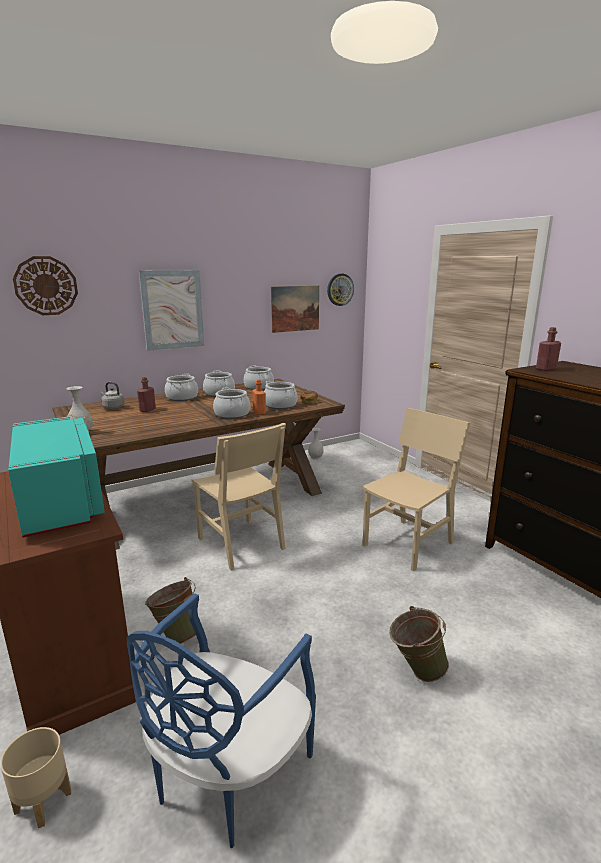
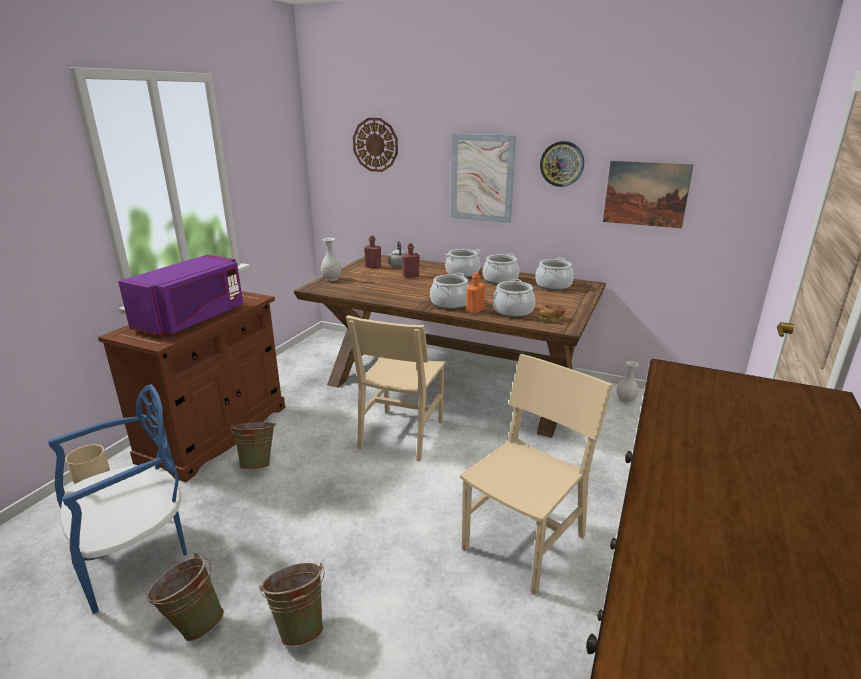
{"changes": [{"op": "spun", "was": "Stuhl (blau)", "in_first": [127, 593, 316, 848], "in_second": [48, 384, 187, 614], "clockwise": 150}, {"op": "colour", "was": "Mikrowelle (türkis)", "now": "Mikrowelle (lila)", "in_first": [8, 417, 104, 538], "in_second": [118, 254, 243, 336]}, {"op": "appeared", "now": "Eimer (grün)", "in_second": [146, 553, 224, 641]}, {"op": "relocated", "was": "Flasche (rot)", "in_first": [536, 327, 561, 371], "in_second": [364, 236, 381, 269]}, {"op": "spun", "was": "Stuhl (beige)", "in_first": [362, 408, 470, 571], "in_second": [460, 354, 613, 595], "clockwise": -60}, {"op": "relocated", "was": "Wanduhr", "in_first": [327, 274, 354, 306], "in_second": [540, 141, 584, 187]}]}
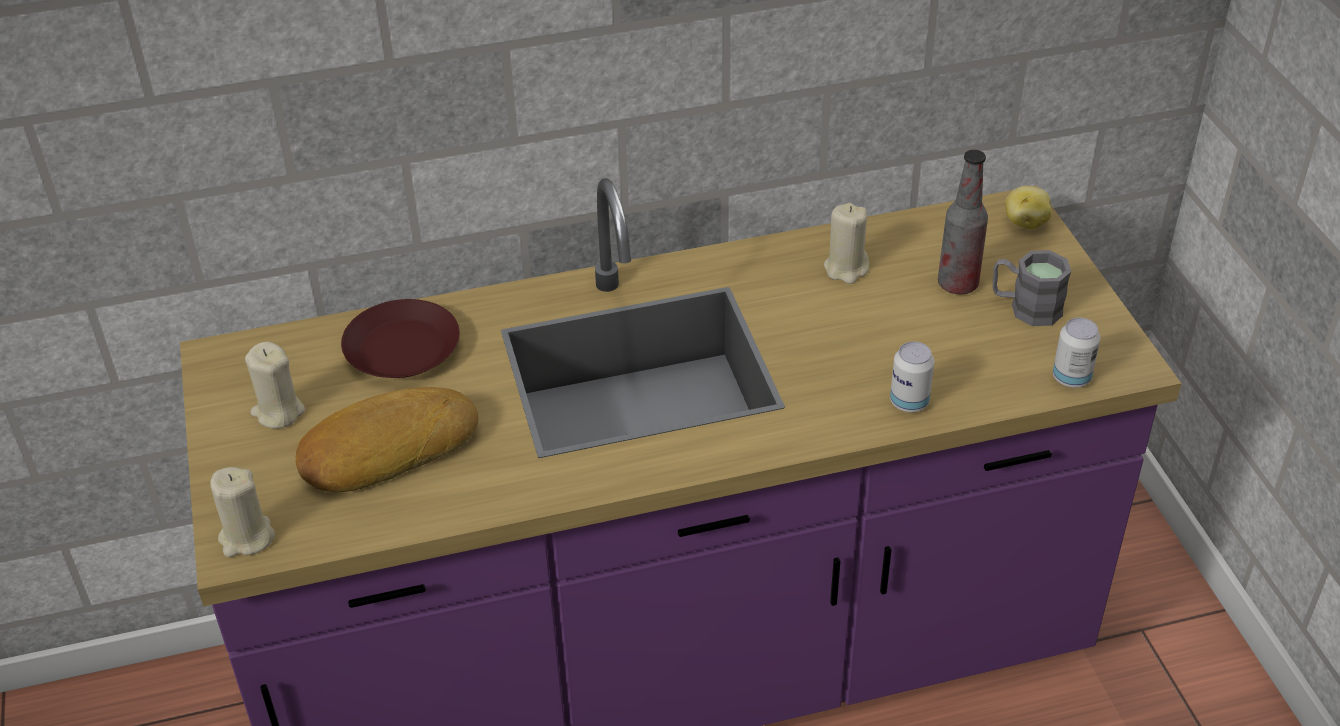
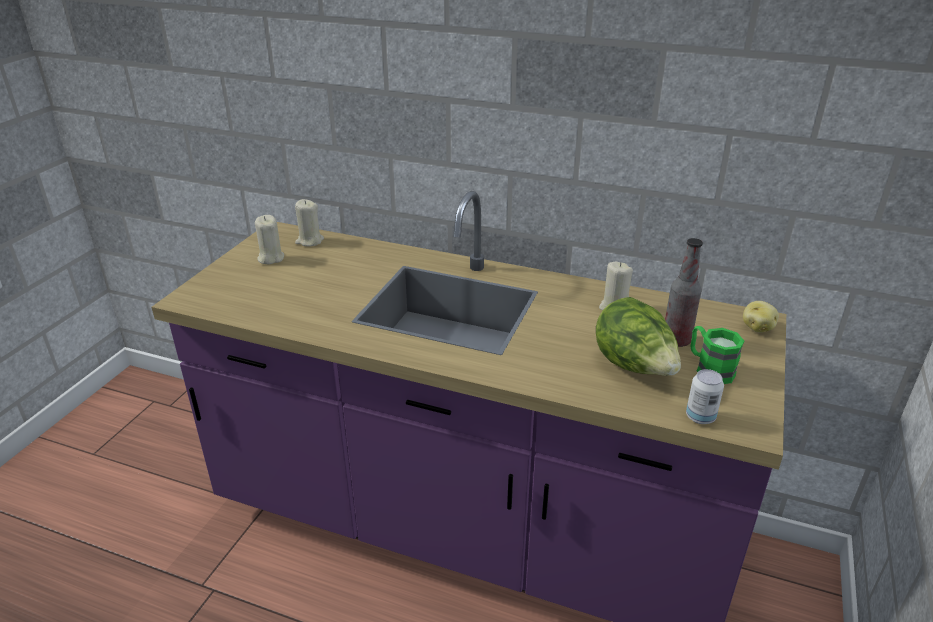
{"changes": [{"op": "relocated", "was": "Kerze (beige)", "in_first": [210, 467, 275, 557], "in_second": [295, 199, 324, 247]}, {"op": "appeared", "now": "Salatkopf", "in_second": [596, 297, 681, 376]}, {"op": "colour", "was": "Henkelbecher (grau)", "now": "Henkelbecher (grün)", "in_first": [993, 250, 1071, 326], "in_second": [691, 326, 744, 384]}, {"op": "missing", "was": "Brot", "in_first": [296, 387, 479, 492]}, {"op": "missing", "was": "Teller (braun)", "in_first": [341, 299, 460, 378]}, {"op": "missing", "was": "Dose", "in_first": [890, 342, 934, 412]}]}
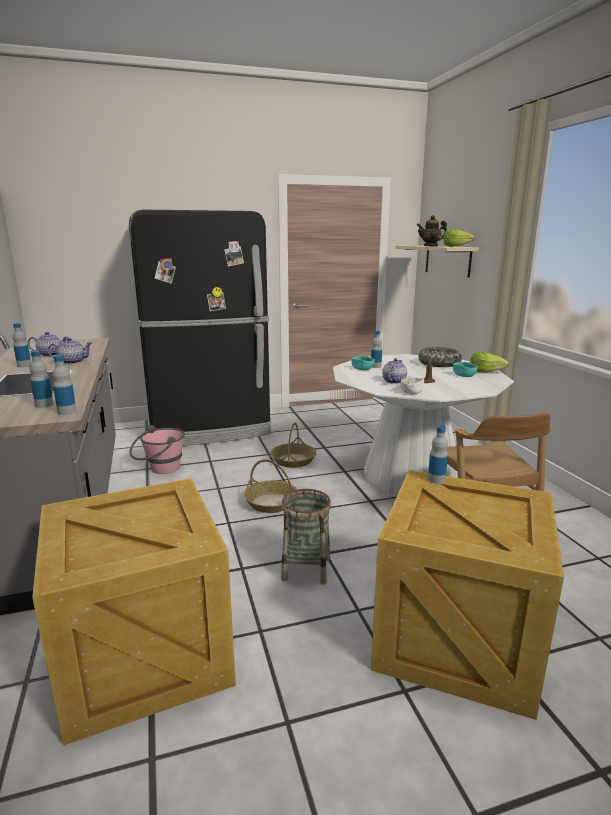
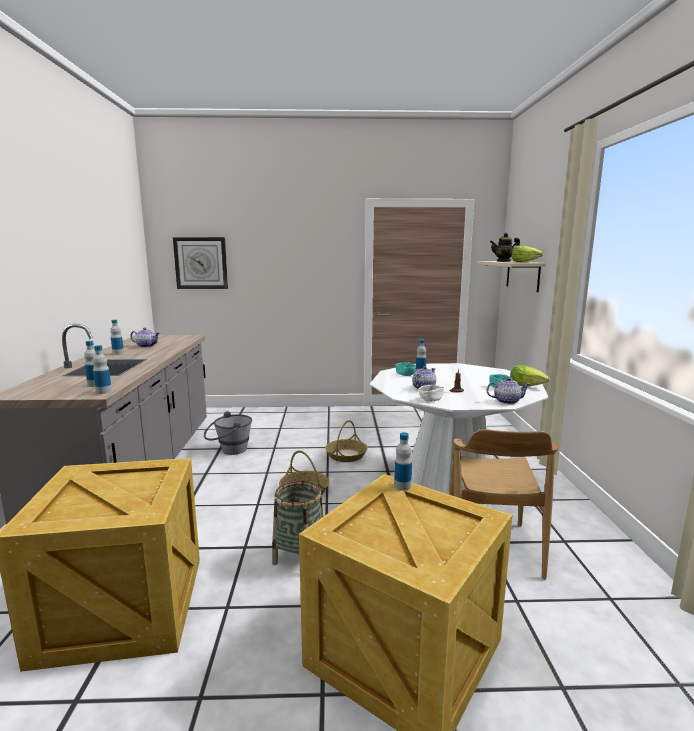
{"changes": [{"op": "appeared", "now": "Wanduhr", "in_second": [173, 237, 228, 289]}, {"op": "colour", "was": "Eimer (rosa)", "now": "Eimer (grau)", "in_first": [129, 425, 185, 474], "in_second": [204, 411, 252, 455]}, {"op": "relocated", "was": "Teekanne", "in_first": [48, 338, 92, 364], "in_second": [487, 377, 530, 404]}, {"op": "missing", "was": "Kühlschrank (schwarz)", "in_first": [129, 210, 272, 446]}, {"op": "missing", "was": "Schüssel", "in_first": [418, 347, 462, 367]}]}
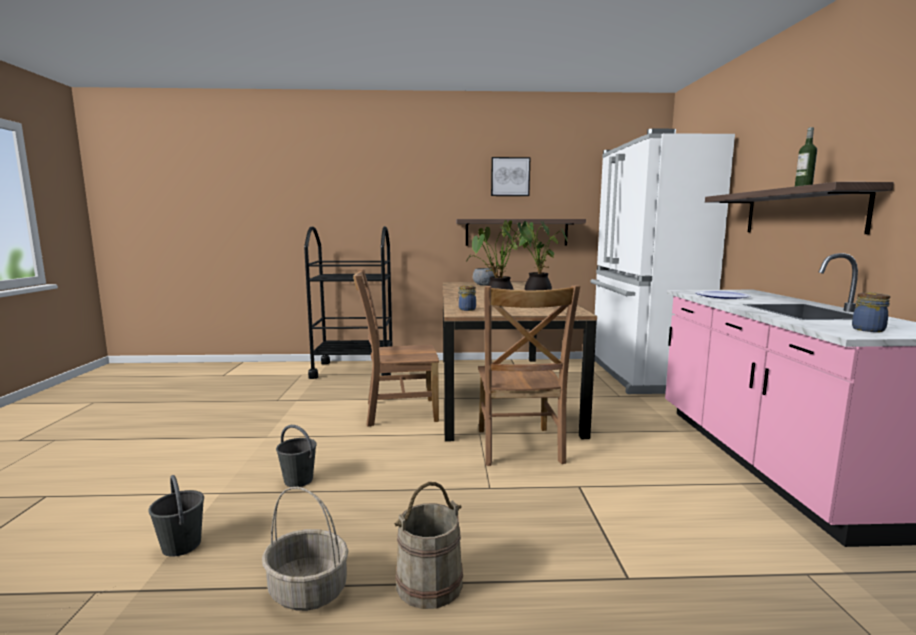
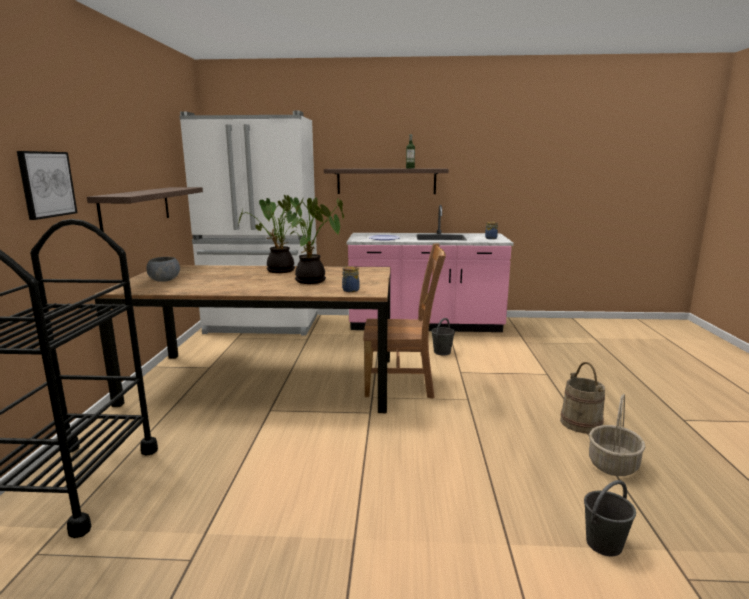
{"changes": [{"op": "relocated", "was": "Bild", "in_first": [491, 157, 530, 196], "in_second": [17, 151, 77, 220]}, {"op": "relocated", "was": "Eimer (grau)", "in_first": [276, 425, 317, 487], "in_second": [431, 318, 455, 355]}, {"op": "missing", "was": "Stuhl (braun)", "in_first": [353, 269, 439, 427]}]}
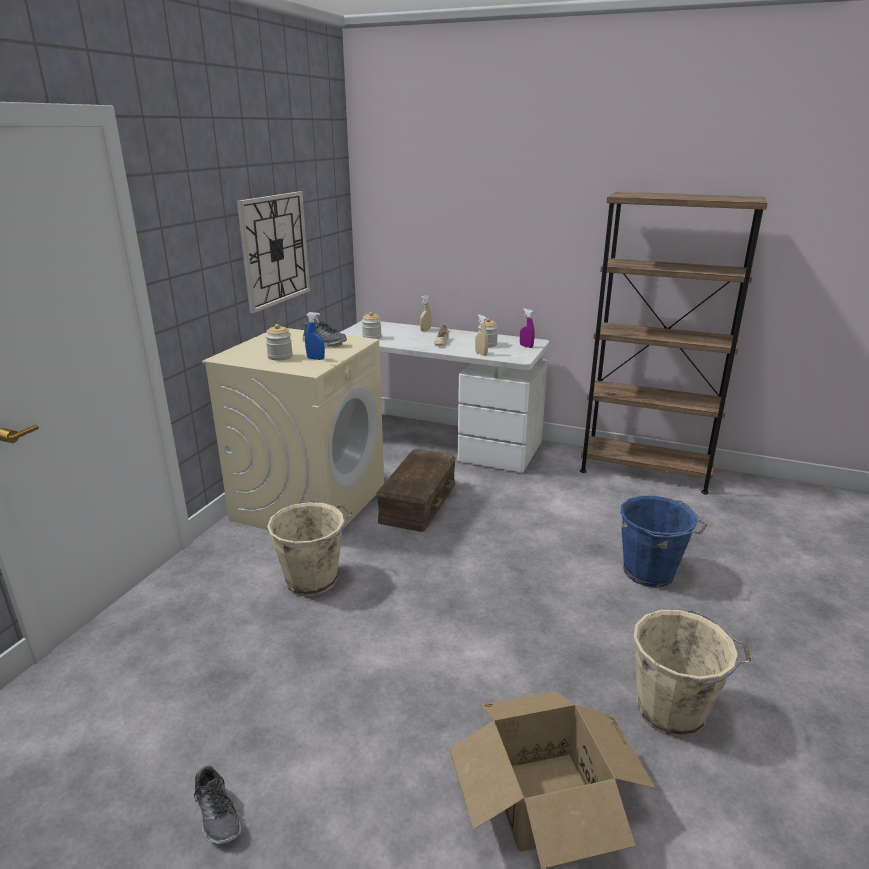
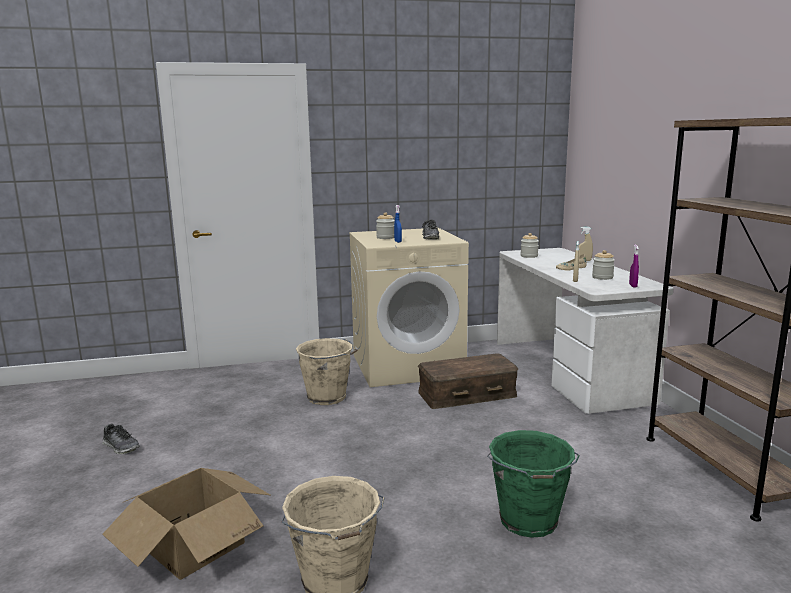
{"changes": [{"op": "spun", "was": "Schuh", "in_first": [194, 765, 241, 844], "in_second": [102, 424, 140, 454], "clockwise": -75}, {"op": "colour", "was": "Eimer (blau)", "now": "Eimer (grün)", "in_first": [620, 496, 707, 588], "in_second": [487, 430, 580, 538]}, {"op": "missing", "was": "Wanduhr", "in_first": [237, 191, 310, 313]}]}
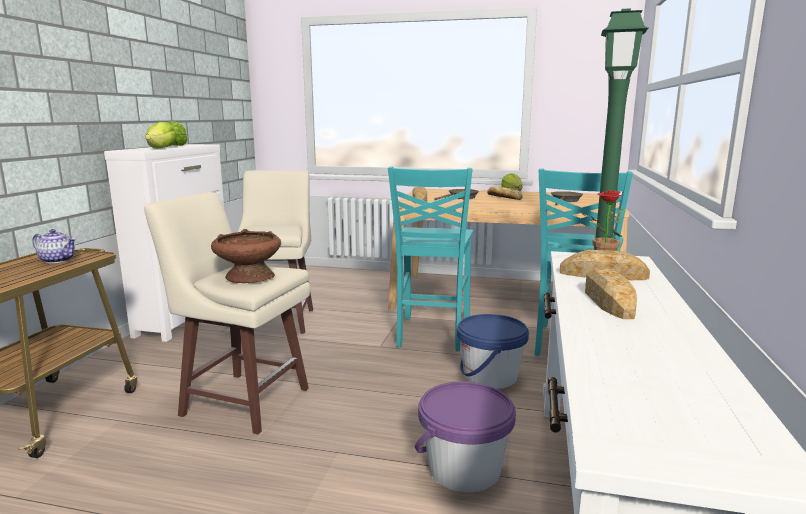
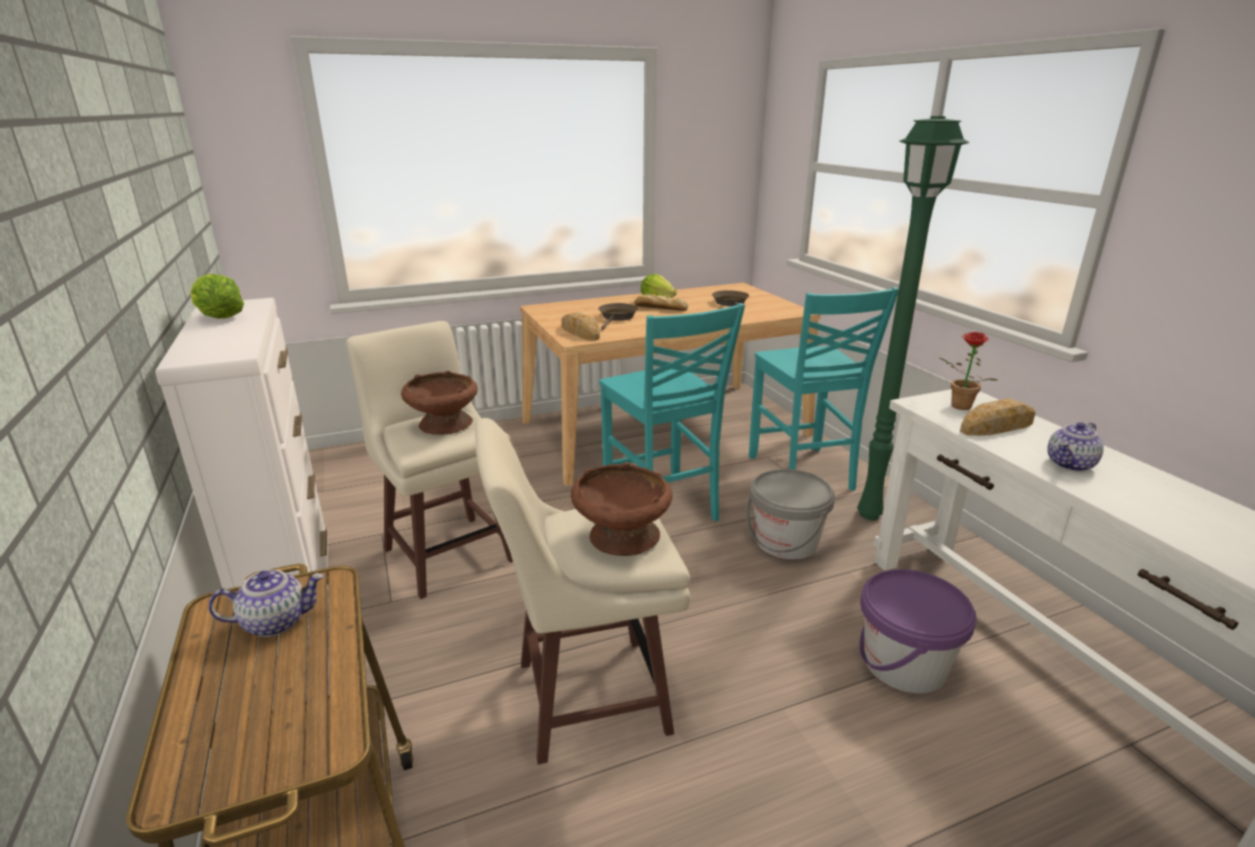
{"changes": [{"op": "appeared", "now": "Schüssel (braun)", "in_second": [401, 371, 478, 435]}, {"op": "colour", "was": "Eimer (blau)", "now": "Eimer (grau)", "in_first": [457, 314, 529, 389], "in_second": [746, 469, 835, 559]}, {"op": "exchanged", "was": "Brot", "now": "Teekanne", "in_first": [585, 269, 637, 319], "in_second": [1047, 422, 1104, 472]}, {"op": "missing", "was": "Salatkopf", "in_first": [145, 122, 177, 149]}]}
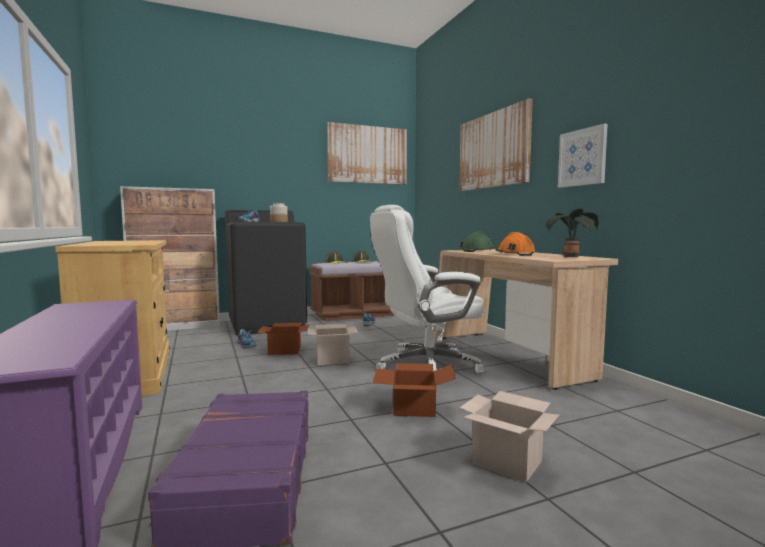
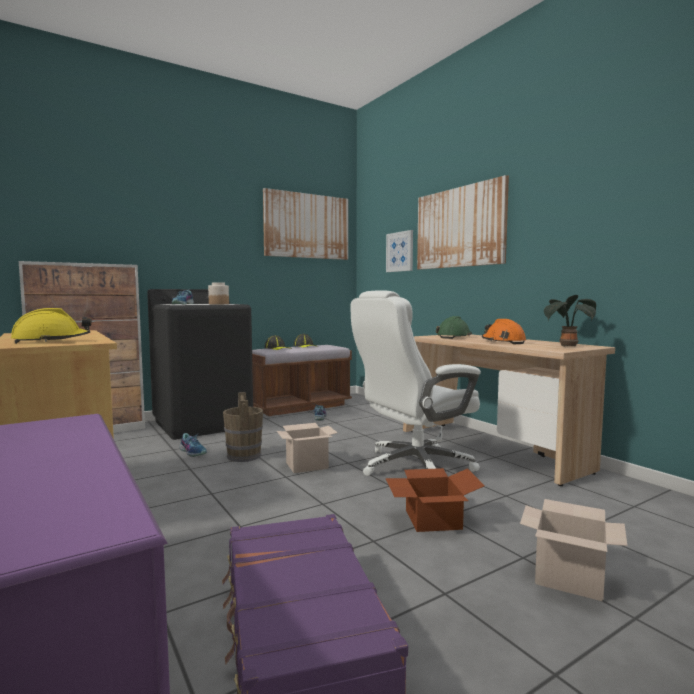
{"changes": [{"op": "appeared", "now": "Schutzhelm (gelb)", "in_second": [11, 308, 92, 344]}, {"op": "exchanged", "was": "Karton", "now": "Eimer (braun)", "in_first": [257, 323, 310, 355], "in_second": [223, 392, 263, 462]}, {"op": "relocated", "was": "Bild", "in_first": [558, 123, 608, 188], "in_second": [386, 230, 413, 272]}]}
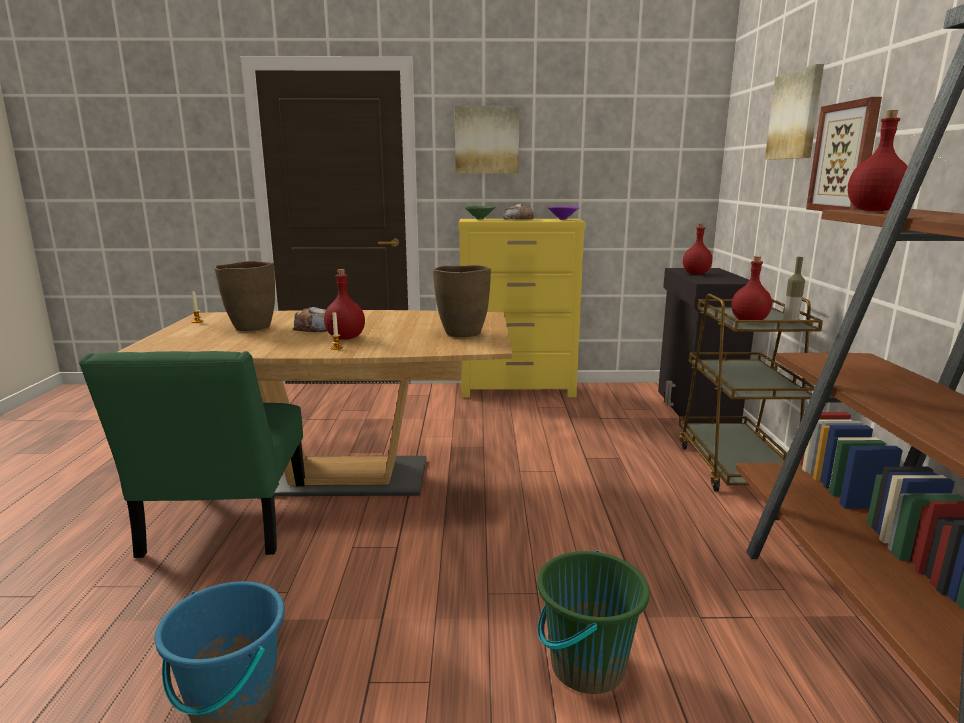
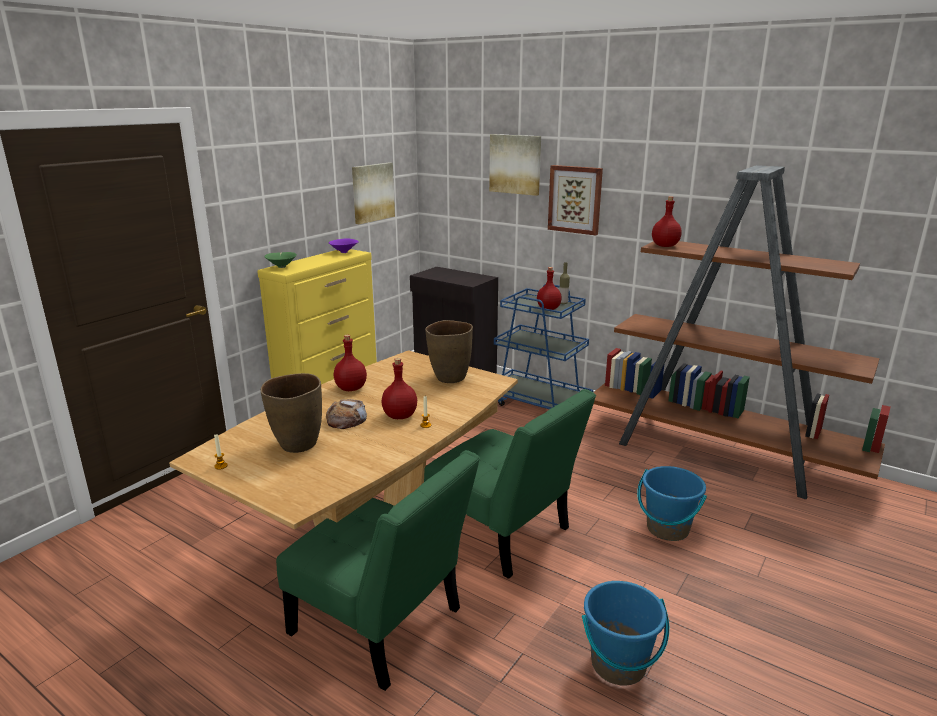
{"changes": [{"op": "relocated", "was": "Flasche (rot)", "in_first": [683, 223, 713, 274], "in_second": [334, 335, 367, 391]}, {"op": "relocated", "was": "Bild", "in_first": [455, 105, 520, 173], "in_second": [352, 163, 395, 224]}, {"op": "appeared", "now": "Stuhl (grün)", "in_second": [424, 389, 596, 579]}, {"op": "colour", "was": "Rollwagen (braun)", "now": "Rollwagen (blau)", "in_first": [678, 294, 823, 492], "in_second": [494, 285, 593, 410]}, {"op": "colour", "was": "Eimer (grün)", "now": "Eimer (blau)", "in_first": [537, 550, 650, 694], "in_second": [637, 466, 707, 541]}, {"op": "missing", "was": "Brot", "in_first": [503, 204, 534, 220]}]}
